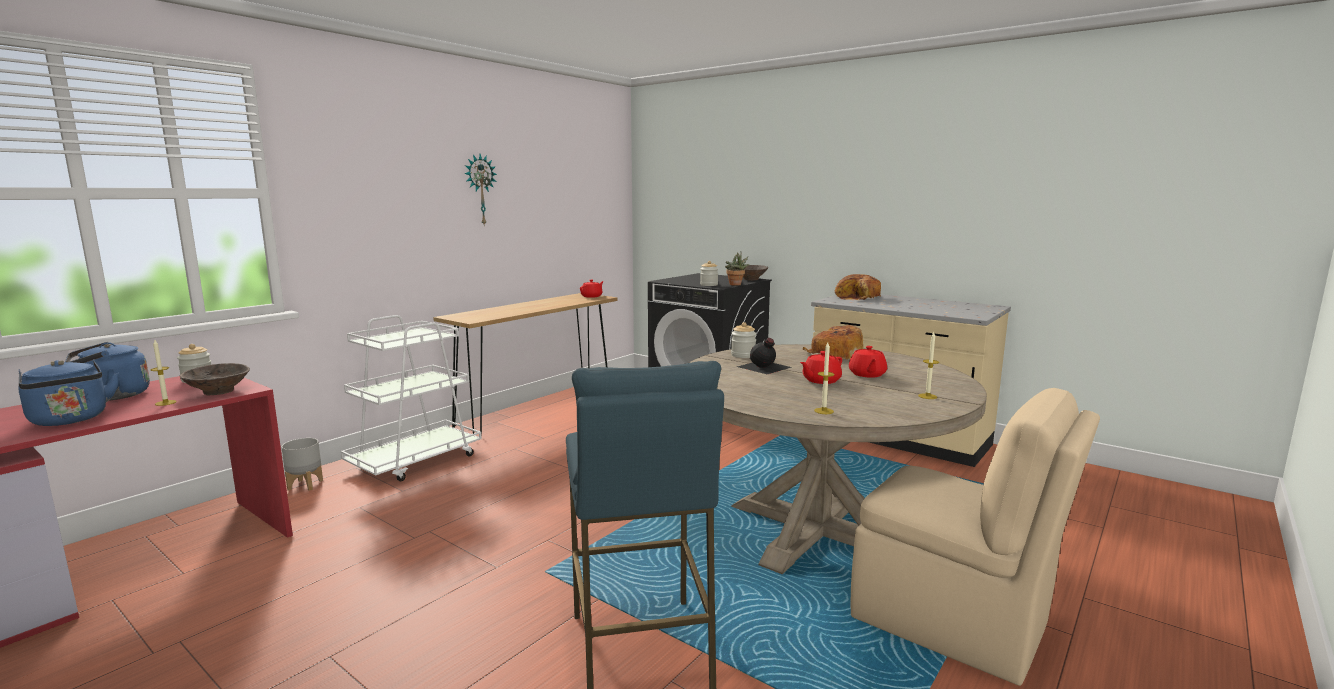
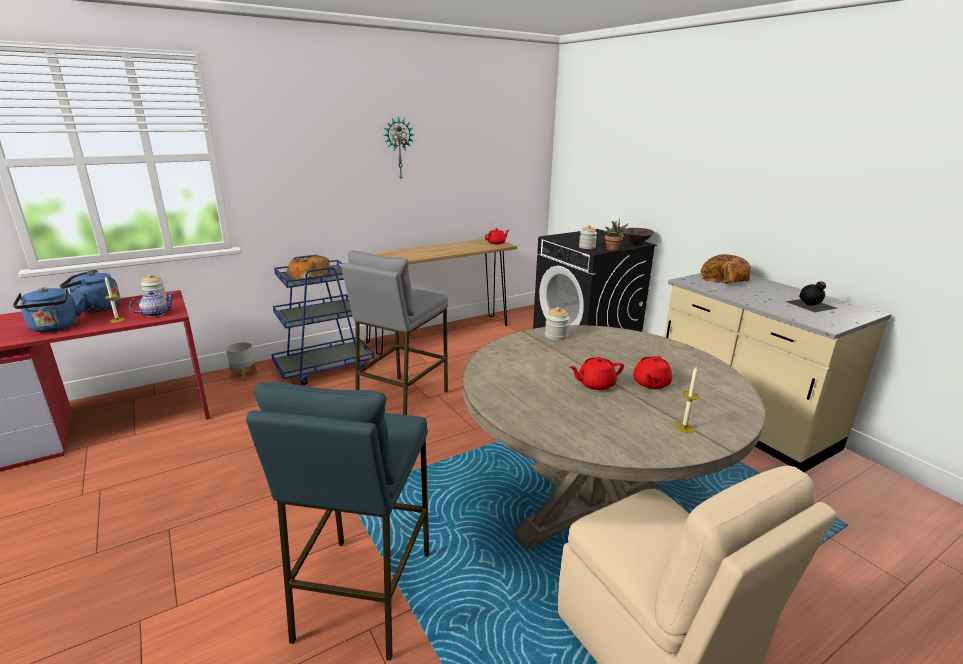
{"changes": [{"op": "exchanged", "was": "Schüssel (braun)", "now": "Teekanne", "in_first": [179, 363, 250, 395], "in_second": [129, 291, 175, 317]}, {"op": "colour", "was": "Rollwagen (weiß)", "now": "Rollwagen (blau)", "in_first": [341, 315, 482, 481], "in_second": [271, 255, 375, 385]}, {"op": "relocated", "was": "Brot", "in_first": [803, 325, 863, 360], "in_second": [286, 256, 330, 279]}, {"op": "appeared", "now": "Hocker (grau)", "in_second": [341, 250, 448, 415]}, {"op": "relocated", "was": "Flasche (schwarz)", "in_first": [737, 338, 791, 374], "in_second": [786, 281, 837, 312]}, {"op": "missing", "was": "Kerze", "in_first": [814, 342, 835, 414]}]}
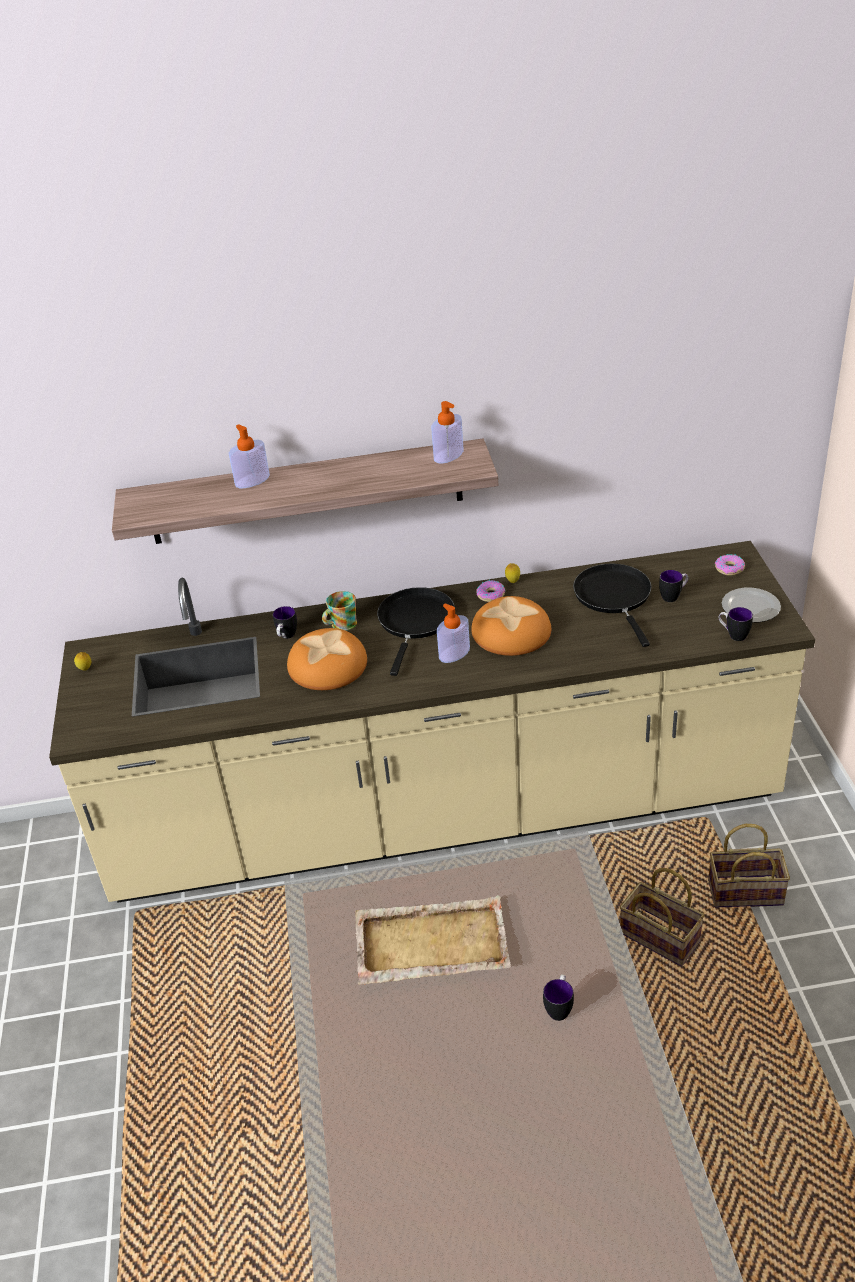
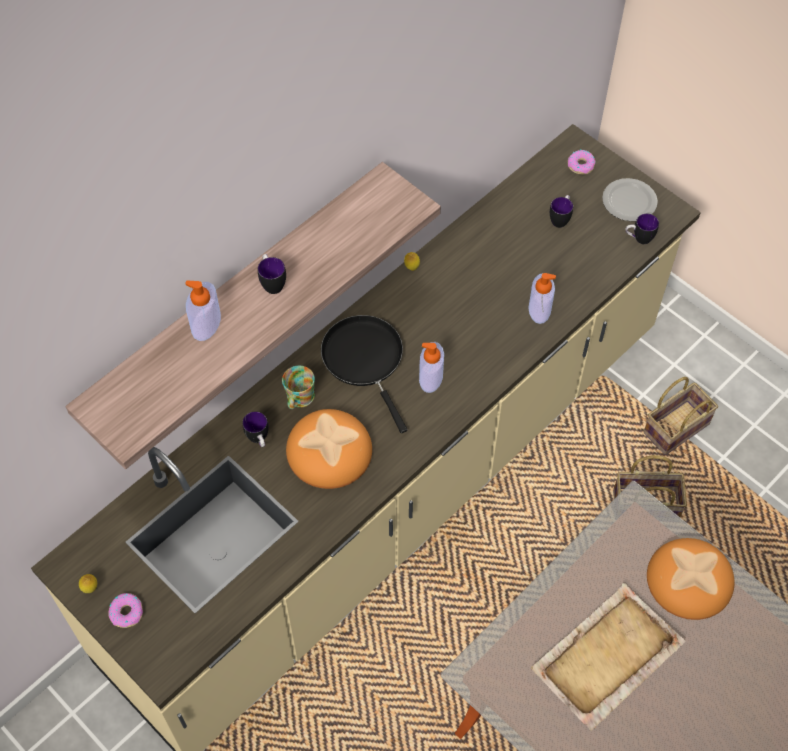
{"changes": [{"op": "relocated", "was": "Donut", "in_first": [476, 580, 505, 602], "in_second": [109, 593, 143, 628]}, {"op": "relocated", "was": "Henkelbecher", "in_first": [543, 975, 574, 1021], "in_second": [258, 254, 286, 294]}, {"op": "relocated", "was": "Seifenspender", "in_first": [431, 401, 464, 464], "in_second": [529, 273, 556, 324]}, {"op": "relocated", "was": "Brot", "in_first": [471, 596, 551, 656], "in_second": [647, 538, 735, 620]}, {"op": "missing", "was": "Pfanne (schwarz)", "in_first": [573, 564, 652, 647]}]}
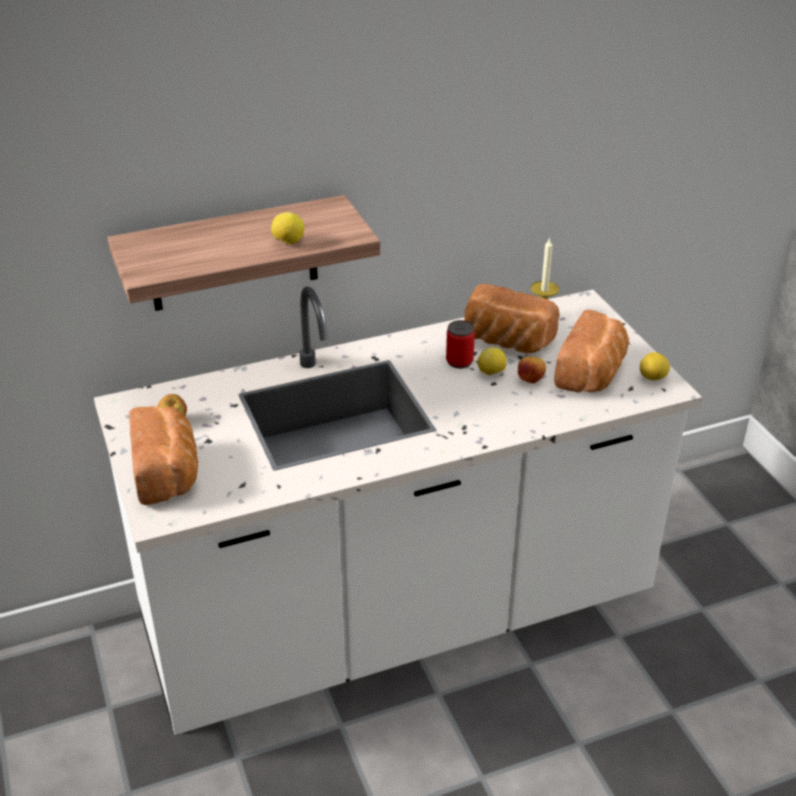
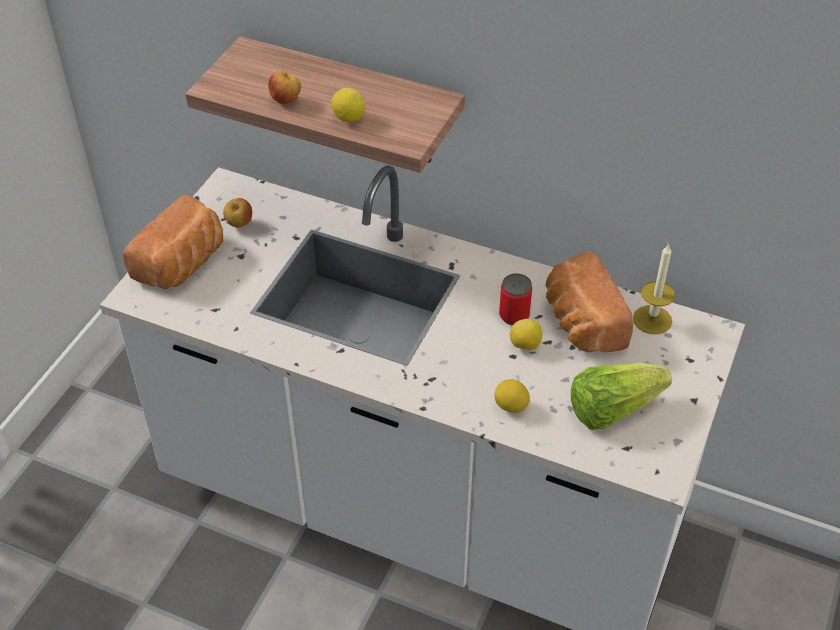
{"changes": [{"op": "relocated", "was": "Apfel", "in_first": [518, 356, 546, 384], "in_second": [268, 72, 301, 104]}, {"op": "relocated", "was": "Zitrone", "in_first": [640, 352, 670, 380], "in_second": [494, 379, 530, 413]}, {"op": "exchanged", "was": "Brot", "now": "Salatkopf", "in_first": [554, 309, 629, 393], "in_second": [571, 362, 672, 430]}]}
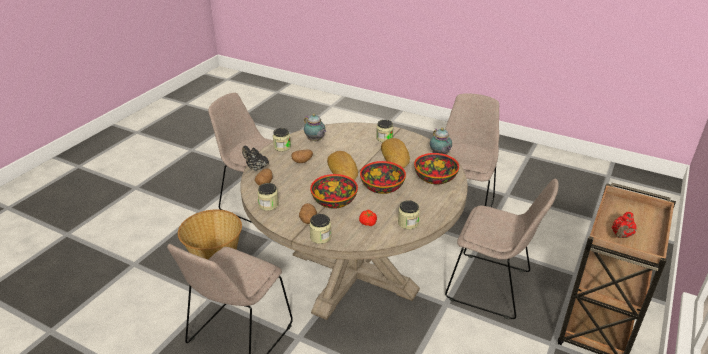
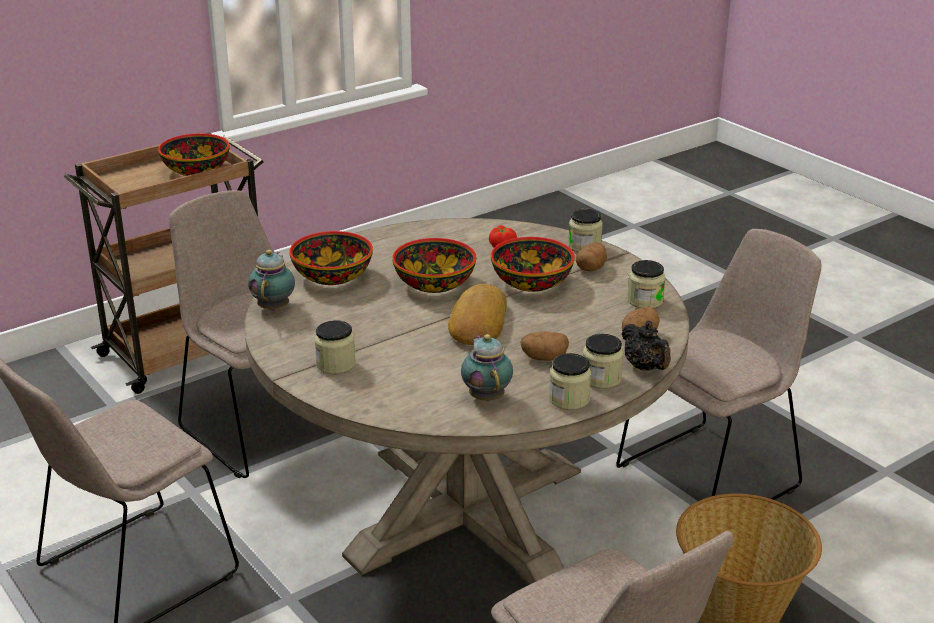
{"changes": [{"op": "exchanged", "was": "Teekanne (rot)", "now": "Schüssel", "in_first": [612, 212, 637, 238], "in_second": [158, 133, 230, 176]}, {"op": "relocated", "was": "Vorratsglas", "in_first": [398, 200, 420, 230], "in_second": [583, 334, 624, 389]}, {"op": "missing", "was": "Brot", "in_first": [381, 138, 410, 168]}]}
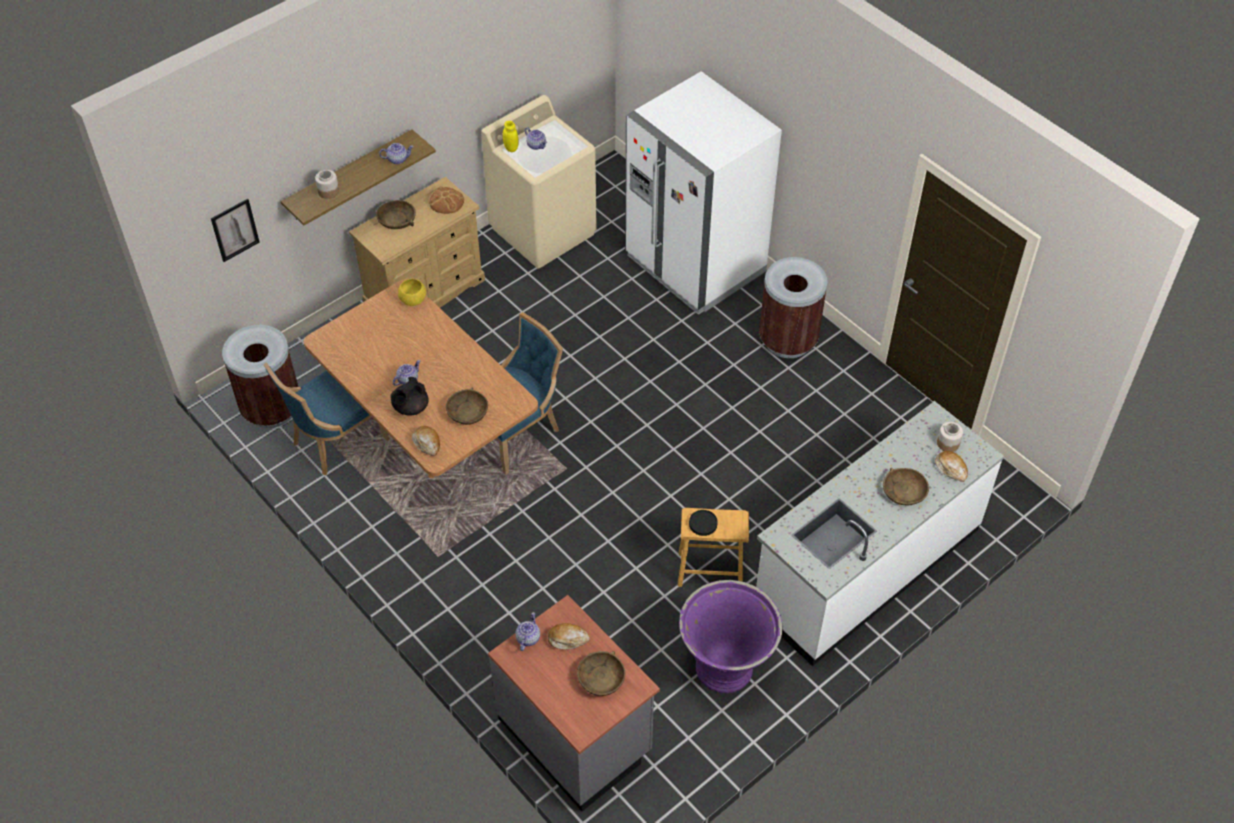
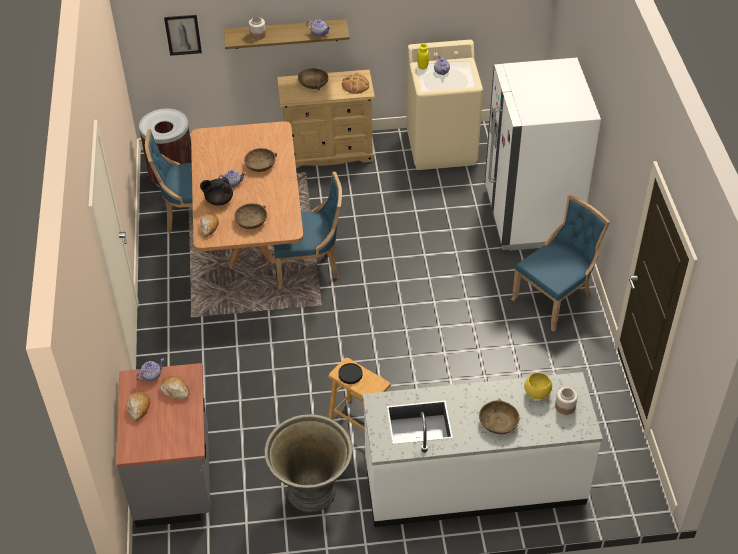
{"changes": [{"op": "relocated", "was": "Brot", "in_first": [935, 451, 968, 482], "in_second": [127, 391, 150, 421]}, {"op": "relocated", "was": "Schüssel (braun)", "in_first": [577, 651, 625, 696], "in_second": [244, 148, 277, 172]}, {"op": "colour", "was": "Pflanzkübel (lila)", "now": "Pflanzkübel (grau)", "in_first": [679, 580, 782, 693], "in_second": [265, 414, 352, 513]}, {"op": "exchanged", "was": "Mülleimer (braun)", "now": "Stuhl (blau)", "in_first": [759, 257, 828, 358], "in_second": [511, 195, 610, 332]}, {"op": "relocated", "was": "Schüssel (gelb)", "in_first": [398, 279, 426, 306], "in_second": [524, 373, 552, 400]}]}
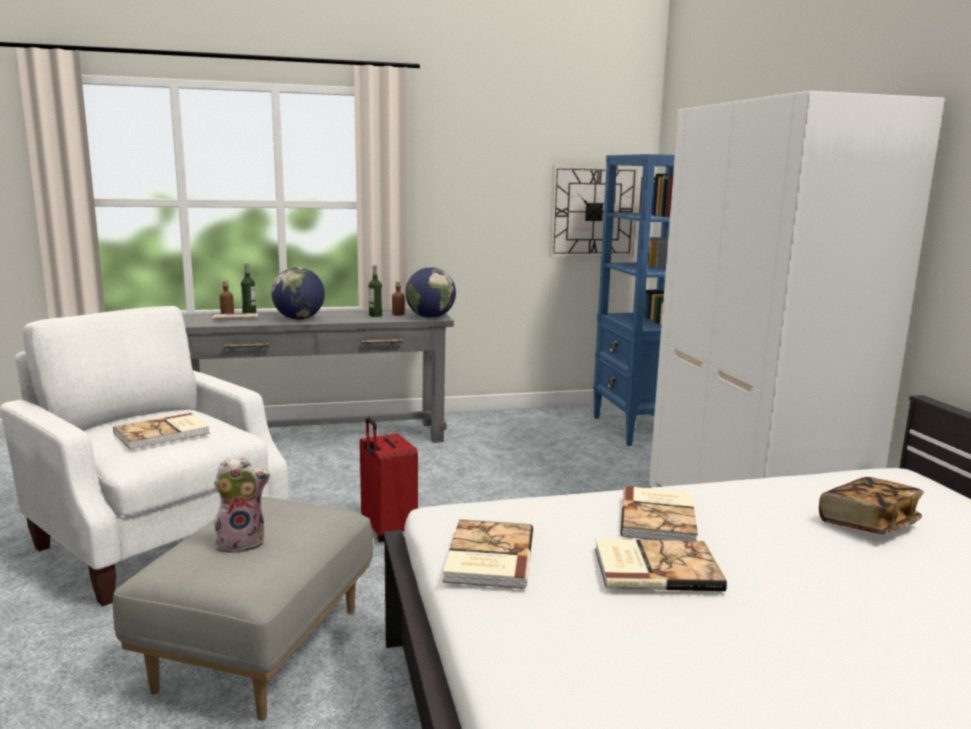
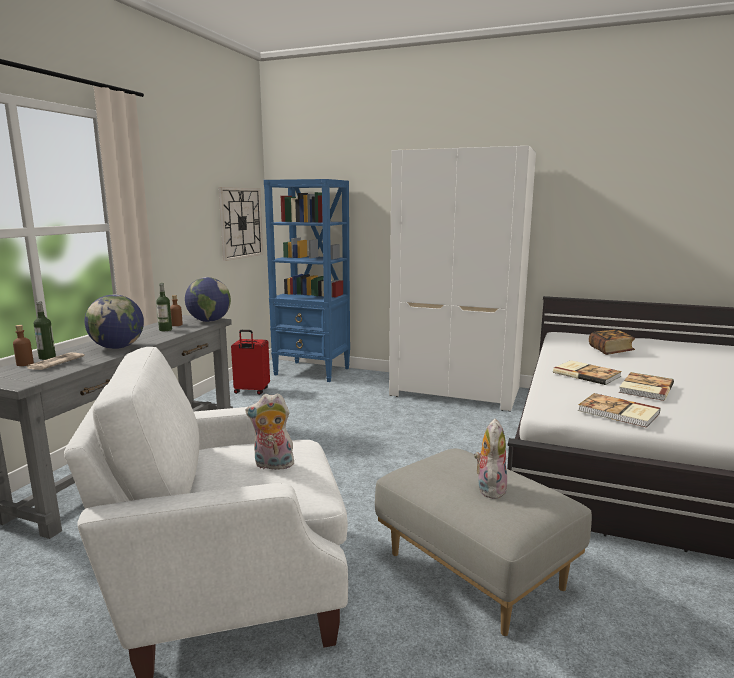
{"changes": [{"op": "relocated", "was": "Koffer (rot)", "in_first": [360, 417, 418, 542], "in_second": [231, 330, 270, 395]}, {"op": "exchanged", "was": "Buch", "now": "Plüschtier", "in_first": [113, 413, 210, 449], "in_second": [246, 393, 294, 470]}]}
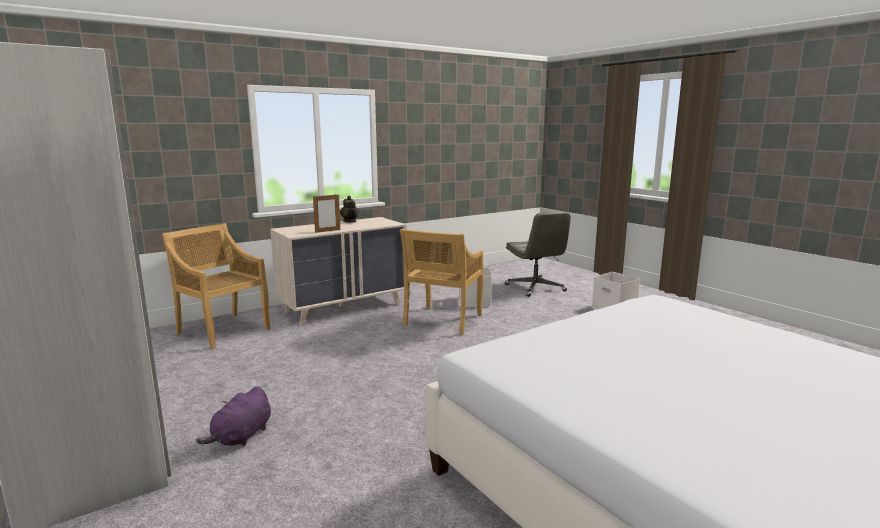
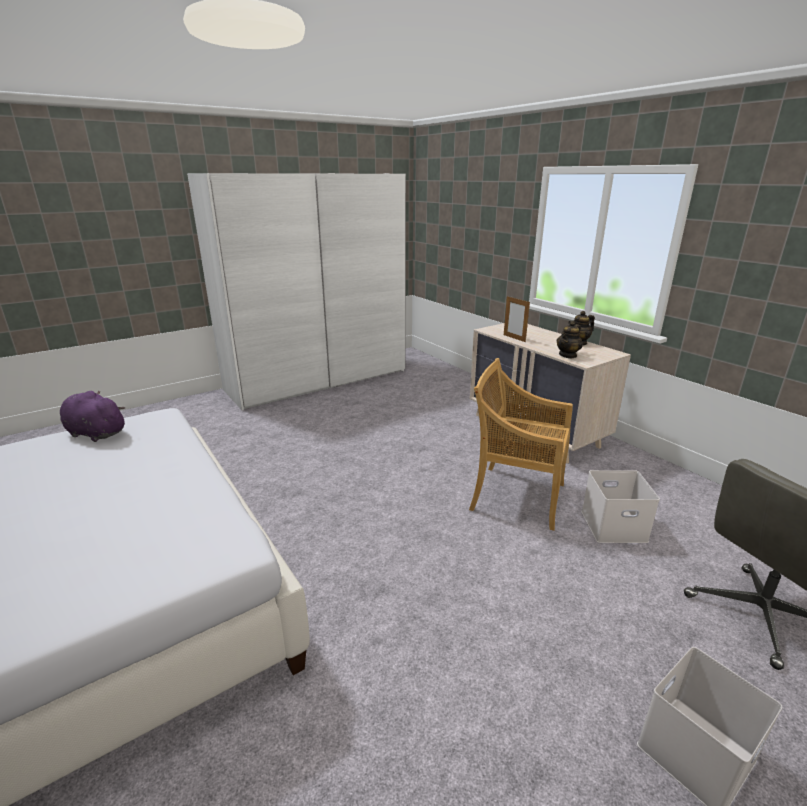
{"changes": [{"op": "relocated", "was": "Plüschtier (lila)", "in_first": [196, 386, 271, 446], "in_second": [60, 391, 125, 442]}, {"op": "appeared", "now": "Teekanne", "in_second": [557, 321, 583, 358]}, {"op": "missing", "was": "Stuhl (beige)", "in_first": [162, 223, 271, 350]}]}
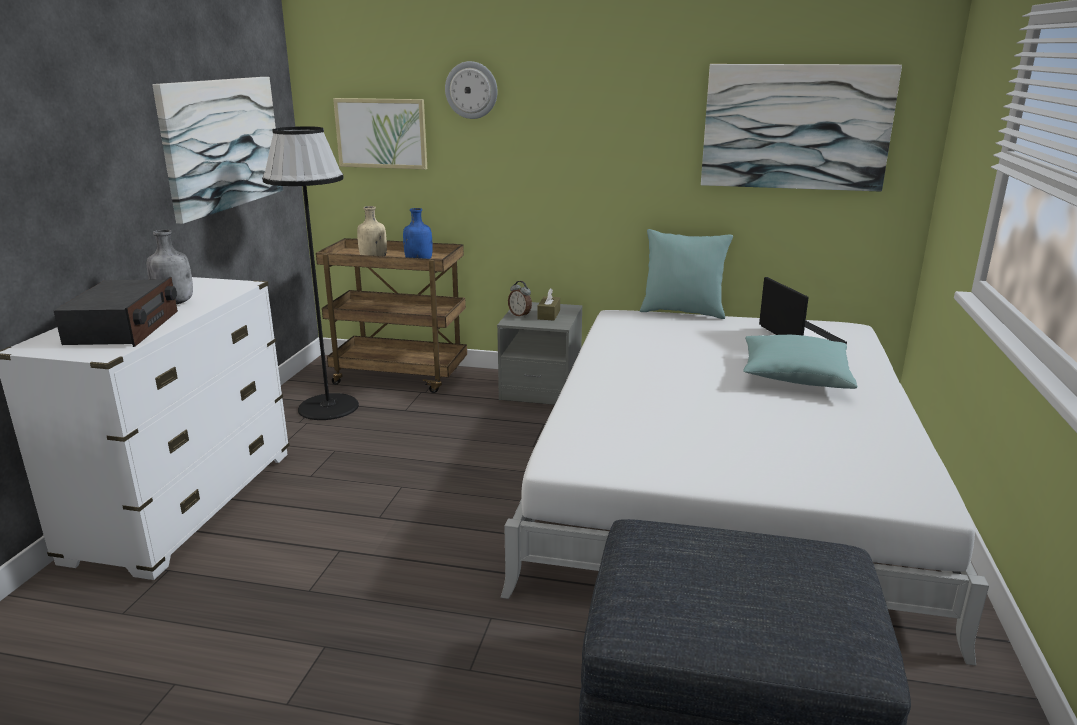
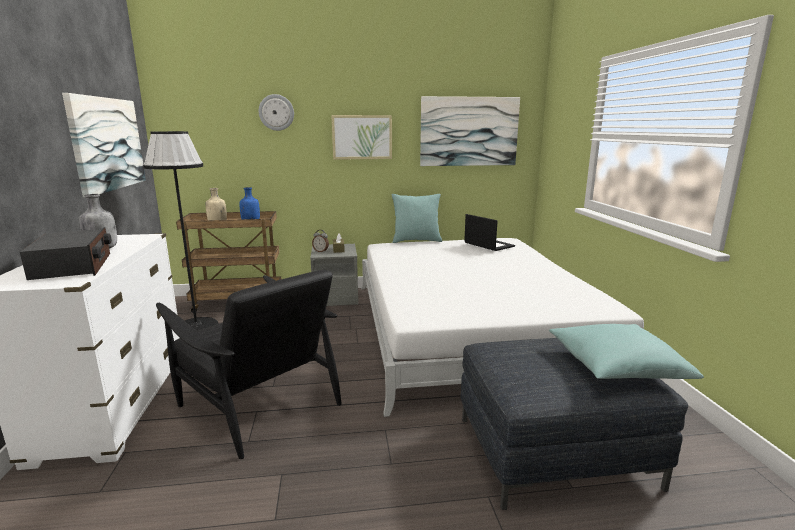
{"changes": [{"op": "appeared", "now": "Sessel (schwarz)", "in_second": [156, 270, 342, 459]}, {"op": "relocated", "was": "Bild", "in_first": [333, 98, 427, 169], "in_second": [331, 115, 392, 160]}, {"op": "relocated", "was": "Kissen (türkis)", "in_first": [743, 335, 858, 389], "in_second": [549, 324, 704, 379]}]}
